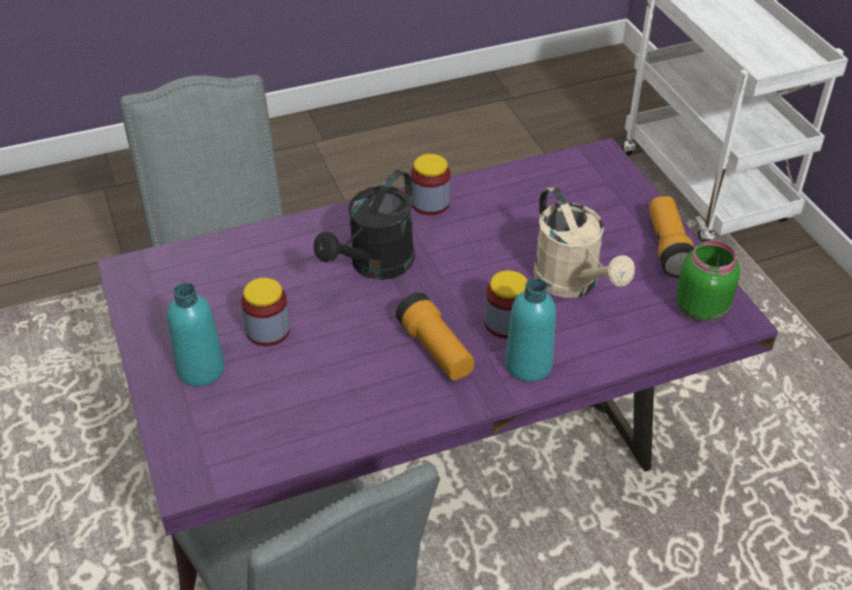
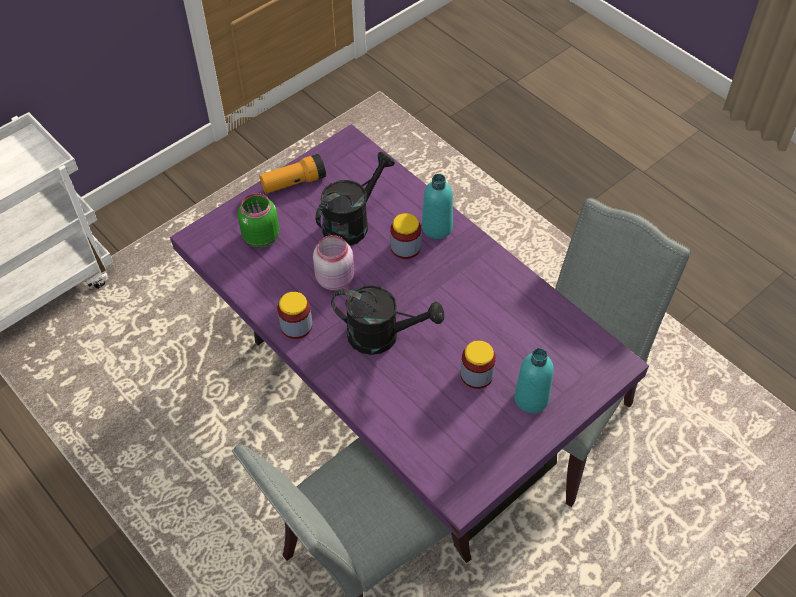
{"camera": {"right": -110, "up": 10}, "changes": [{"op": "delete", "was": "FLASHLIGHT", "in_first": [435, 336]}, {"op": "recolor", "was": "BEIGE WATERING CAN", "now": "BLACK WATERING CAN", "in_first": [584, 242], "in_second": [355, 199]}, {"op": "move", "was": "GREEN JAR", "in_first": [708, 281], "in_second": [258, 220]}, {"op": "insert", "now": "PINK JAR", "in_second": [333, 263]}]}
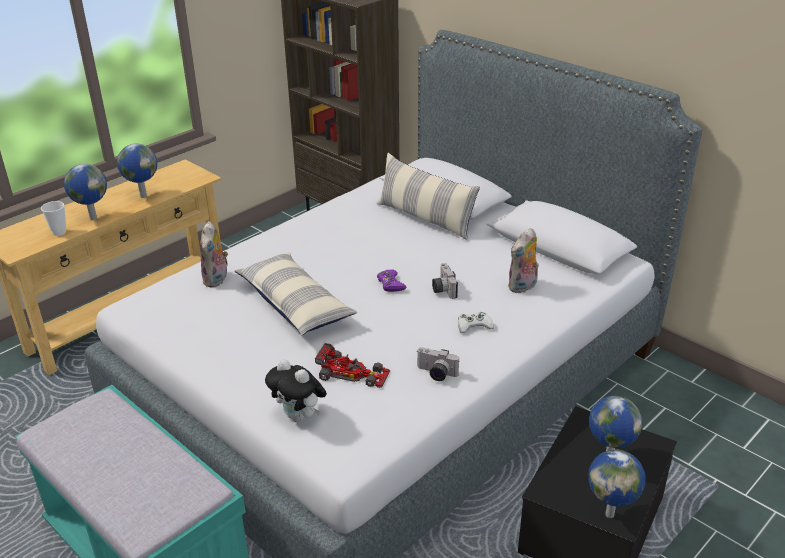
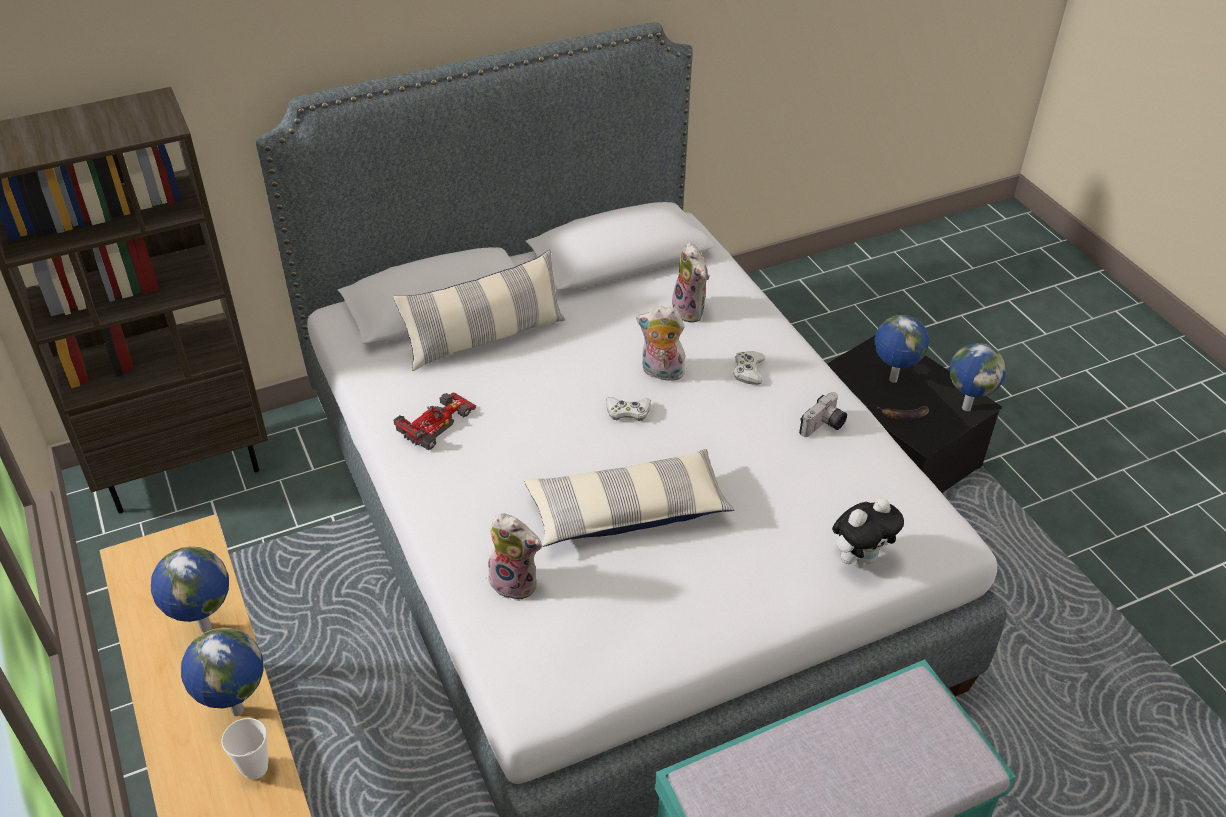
{"camera": {"right": -70, "up": 10}, "changes": [{"op": "move", "was": "TOY CAR", "in_first": [352, 365], "in_second": [435, 421]}, {"op": "recolor", "was": "PURPLE GAME CONTROLLER", "now": "WHITE GAME CONTROLLER", "in_first": [392, 281], "in_second": [628, 409]}, {"op": "replace", "was": "PHOTO CAMERA", "now": "PLUSH TOY", "in_first": [445, 281], "in_second": [662, 343]}, {"op": "insert", "now": "BANANA", "in_second": [903, 413]}]}
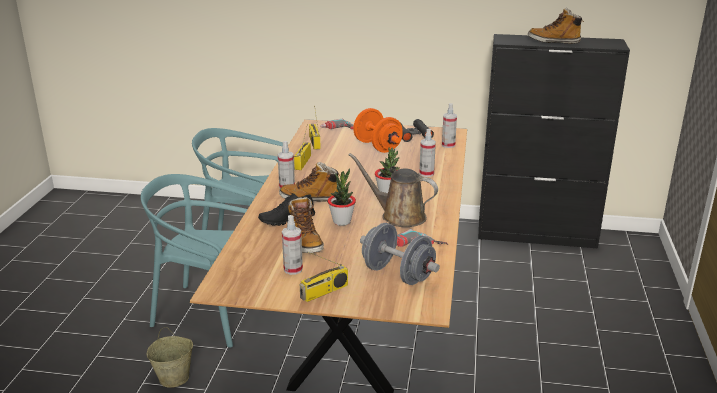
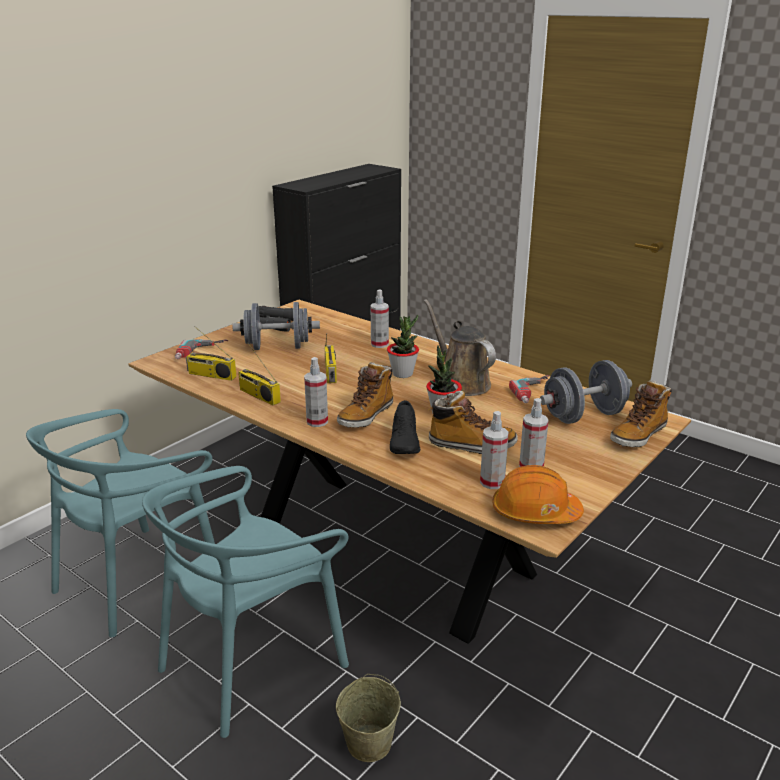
{"camera": {"right": -60, "up": 0}, "changes": [{"op": "move", "was": "RADIO", "in_first": [324, 277], "in_second": [330, 358]}, {"op": "rotate", "was": "BROWN WATERING CAN", "in_first": [393, 190], "in_second": [460, 347], "clockwise": 90}, {"op": "recolor", "was": "ORANGE DUMBBELL", "now": "GREY DUMBBELL", "in_first": [378, 130], "in_second": [276, 326]}, {"op": "move", "was": "SPRAY BOTTLE", "in_first": [449, 125], "in_second": [494, 450]}, {"op": "move", "was": "BOOT", "in_first": [556, 26], "in_second": [640, 414]}, {"op": "insert", "now": "ORANGE HARD HAT", "in_second": [538, 494]}]}
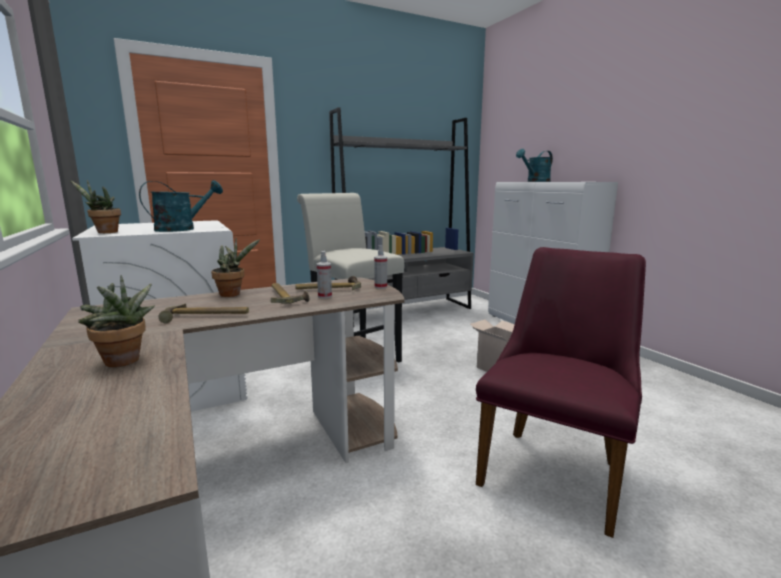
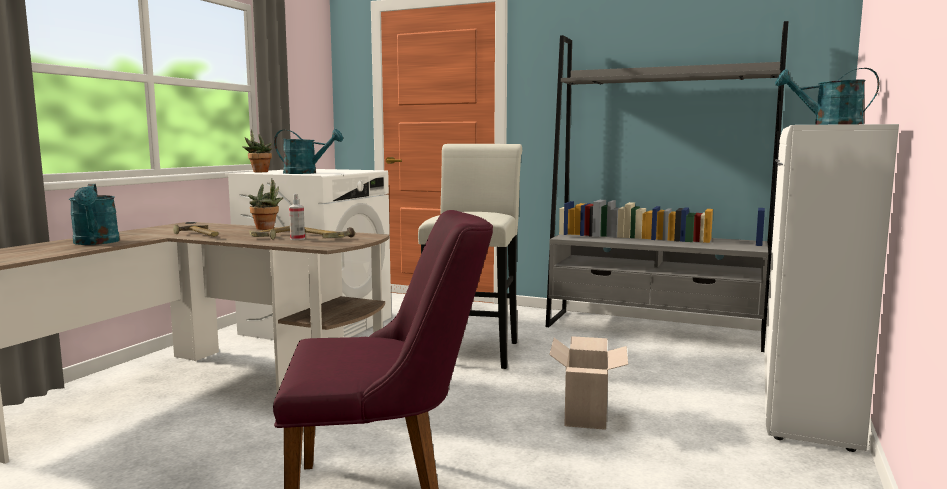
{"camera": {"right": 50, "up": -5}, "changes": [{"op": "replace", "was": "POTTED PLANT", "now": "TURQUOISE WATERING CAN", "in_first": [116, 321], "in_second": [94, 214]}, {"op": "delete", "was": "SPRAY BOTTLE", "in_first": [380, 267]}]}
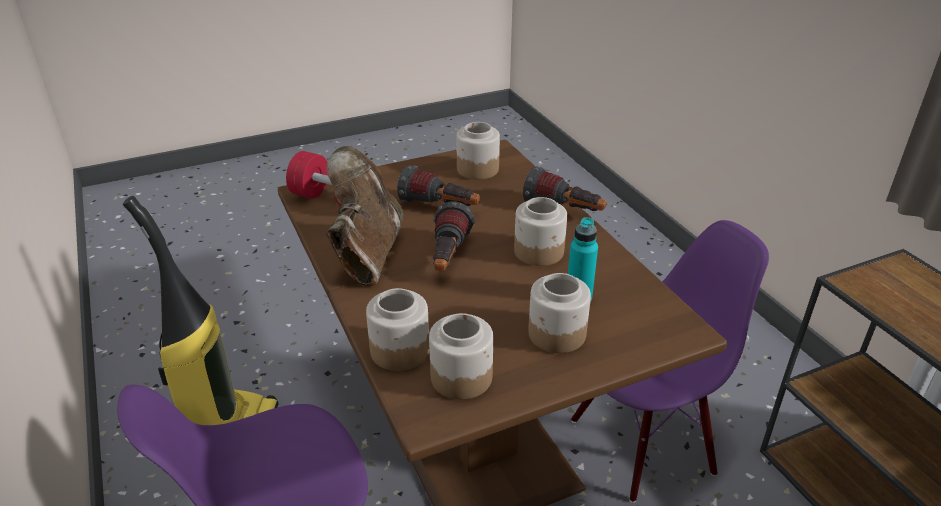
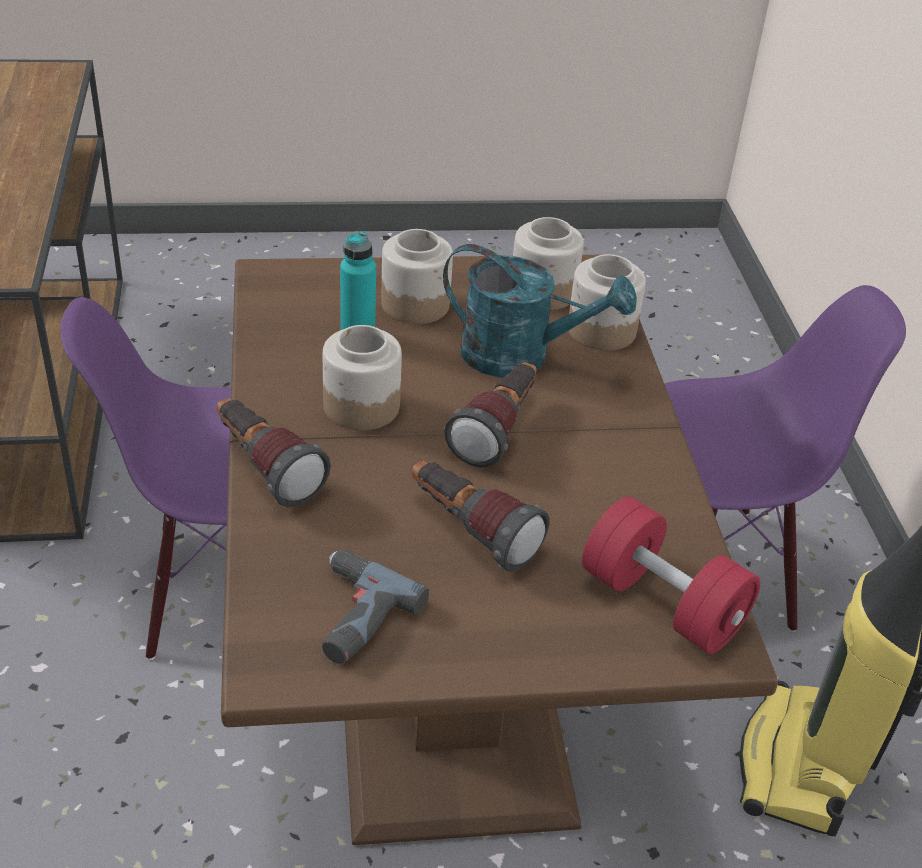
{"camera": {"right": -165, "up": 5}, "changes": [{"op": "delete", "was": "BROWN BOOT", "in_first": [364, 216]}, {"op": "replace", "was": "JAR", "now": "POWER DRILL", "in_first": [478, 151], "in_second": [375, 607]}, {"op": "insert", "now": "TURQUOISE WATERING CAN", "in_second": [540, 310]}]}
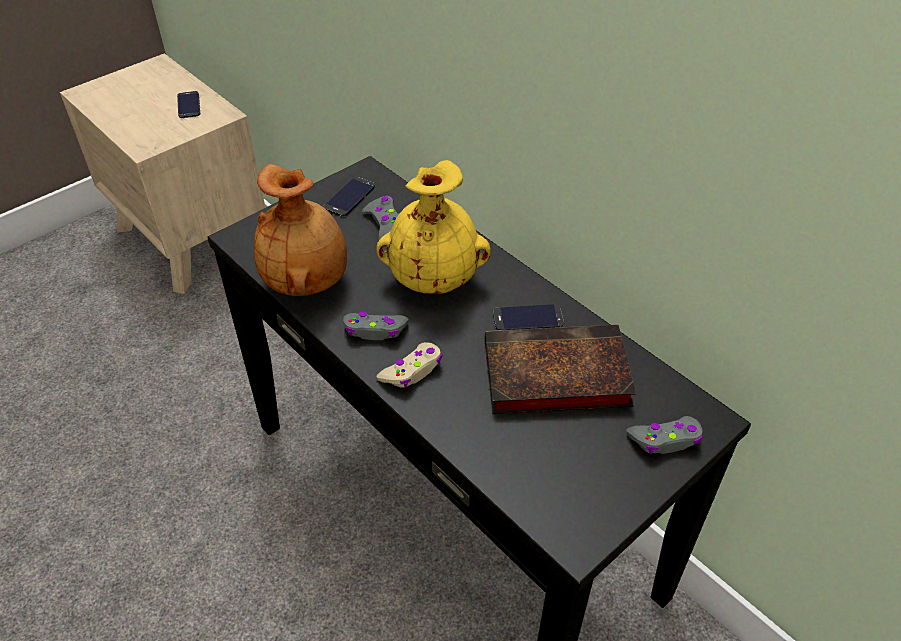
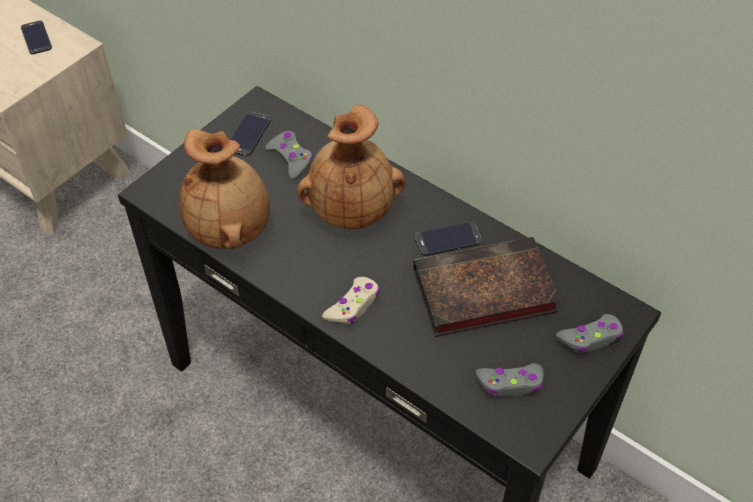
{"camera": {"right": -10, "up": 5}, "changes": [{"op": "move", "was": "GREY GAME CONTROLLER", "in_first": [375, 325], "in_second": [510, 380]}, {"op": "recolor", "was": "YELLOW VASE", "now": "BROWN VASE", "in_first": [433, 227], "in_second": [351, 166]}]}
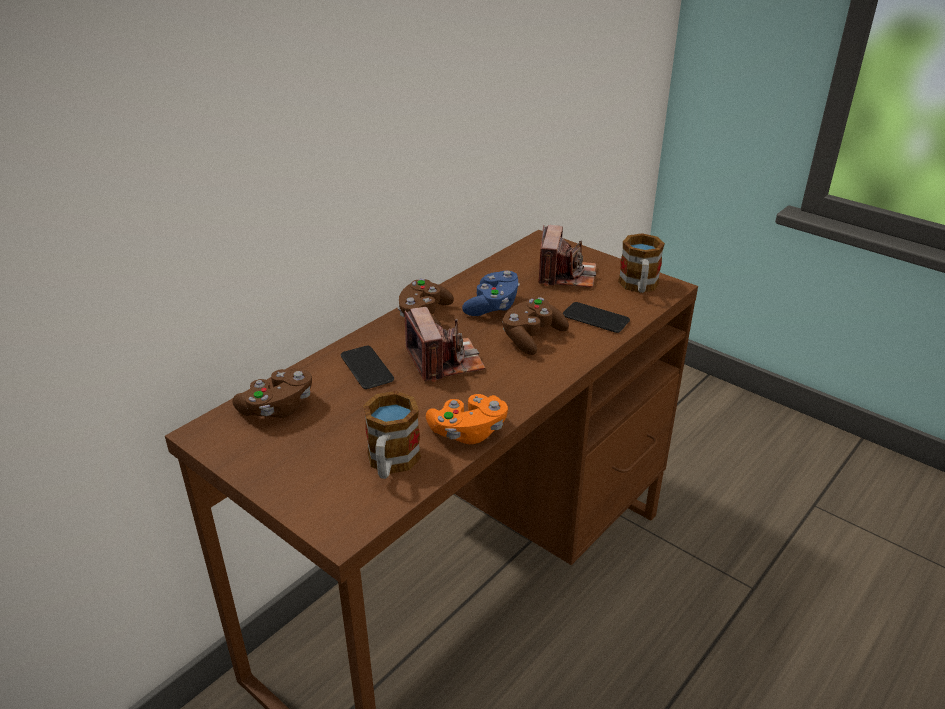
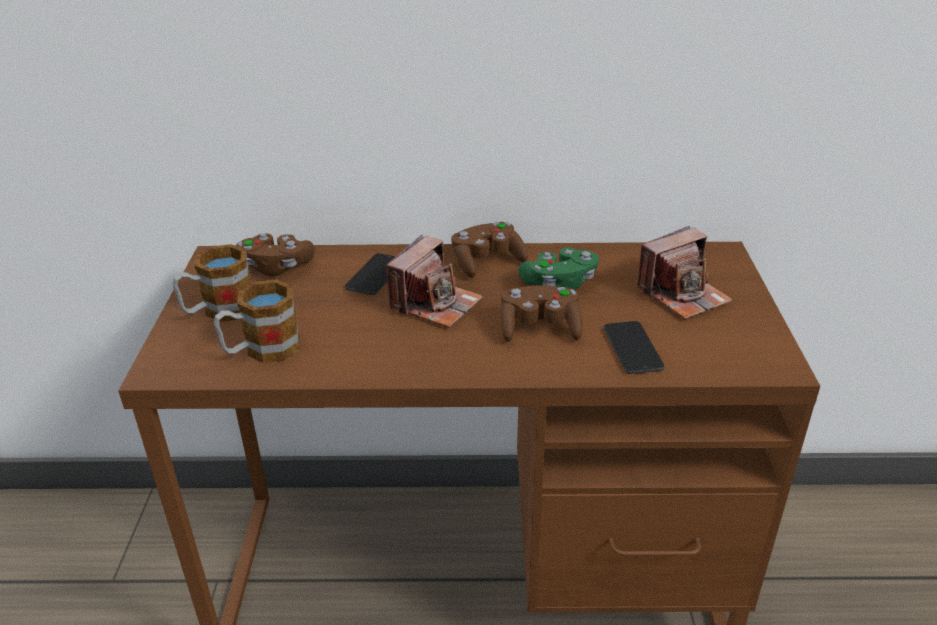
{"camera": {"right": 50, "up": 0}, "changes": [{"op": "delete", "was": "ORANGE GAME CONTROLLER", "in_first": [467, 419]}, {"op": "recolor", "was": "BLUE GAME CONTROLLER", "now": "GREEN GAME CONTROLLER", "in_first": [491, 293], "in_second": [558, 268]}, {"op": "move", "was": "MUG", "in_first": [641, 263], "in_second": [212, 283]}]}
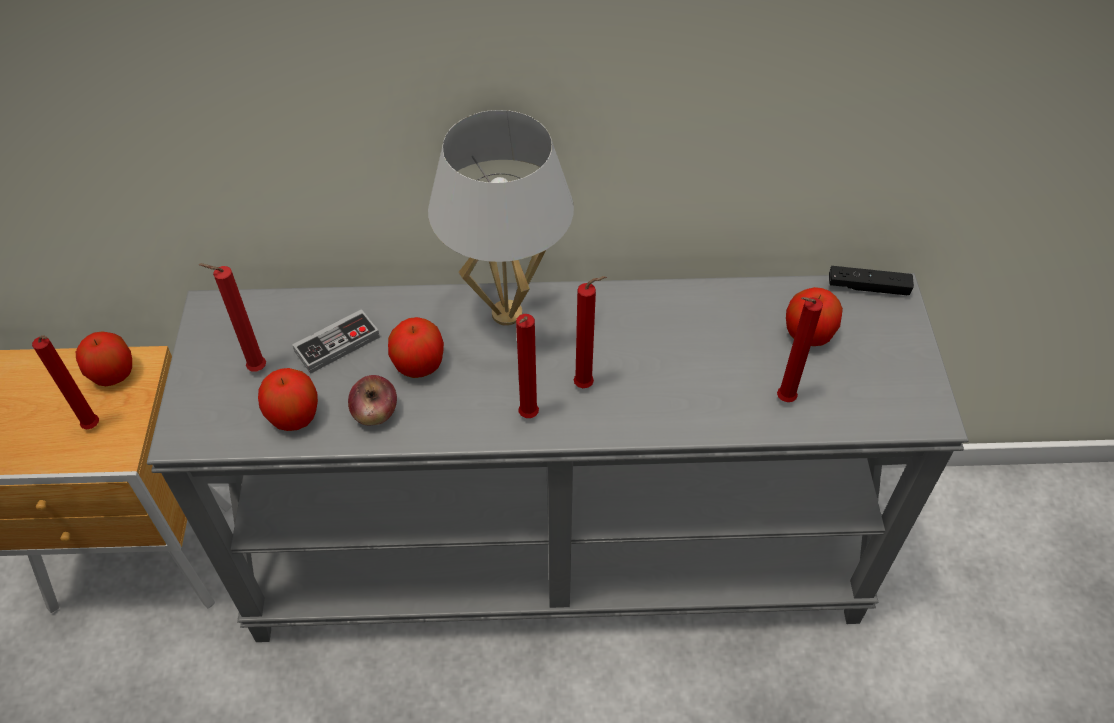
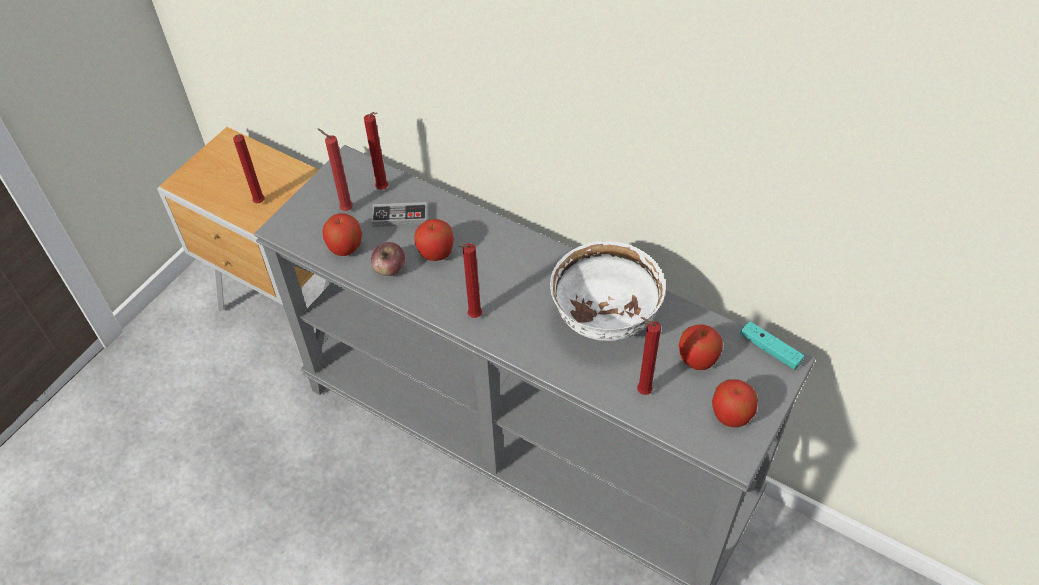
{"camera": {"right": 35, "up": 0}, "changes": [{"op": "move", "was": "APPLE", "in_first": [104, 358], "in_second": [735, 403]}, {"op": "delete", "was": "WHITE TABLE LAMP", "in_first": [501, 218]}, {"op": "move", "was": "RED CANDLE", "in_first": [590, 332], "in_second": [376, 151]}, {"op": "recolor", "was": "BLACK GAME CONTROLLER", "now": "TURQUOISE GAME CONTROLLER", "in_first": [871, 280], "in_second": [772, 345]}, {"op": "insert", "now": "WHITE BOWL", "in_second": [608, 291]}]}
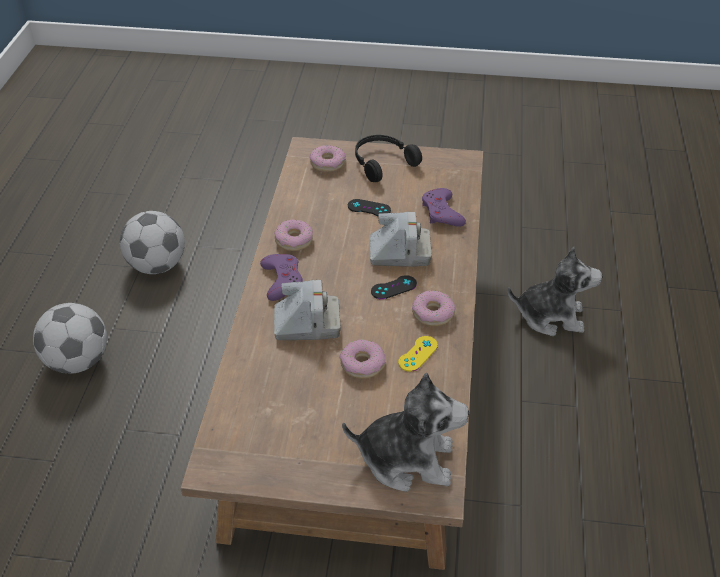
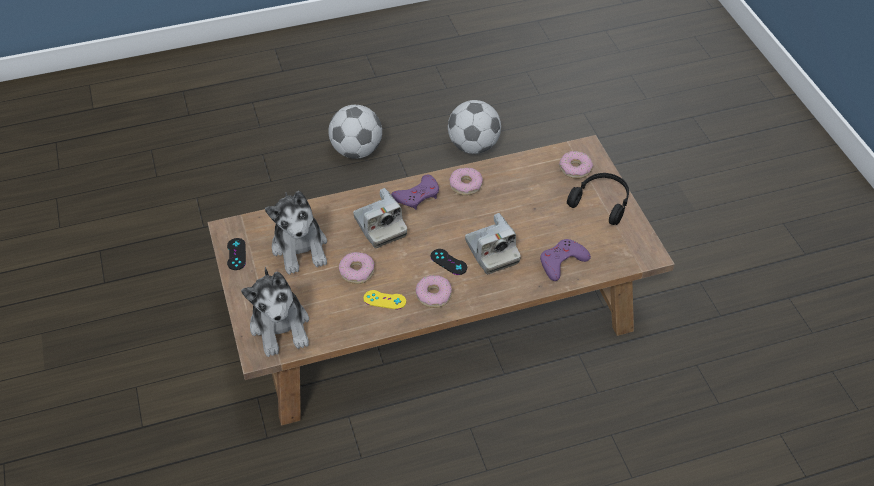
{"camera": {"right": 65, "up": 5}, "changes": [{"op": "move", "was": "BLACK GAME CONTROLLER", "in_first": [369, 208], "in_second": [236, 254]}, {"op": "move", "was": "PLUSH TOY", "in_first": [555, 291], "in_second": [296, 232]}]}
